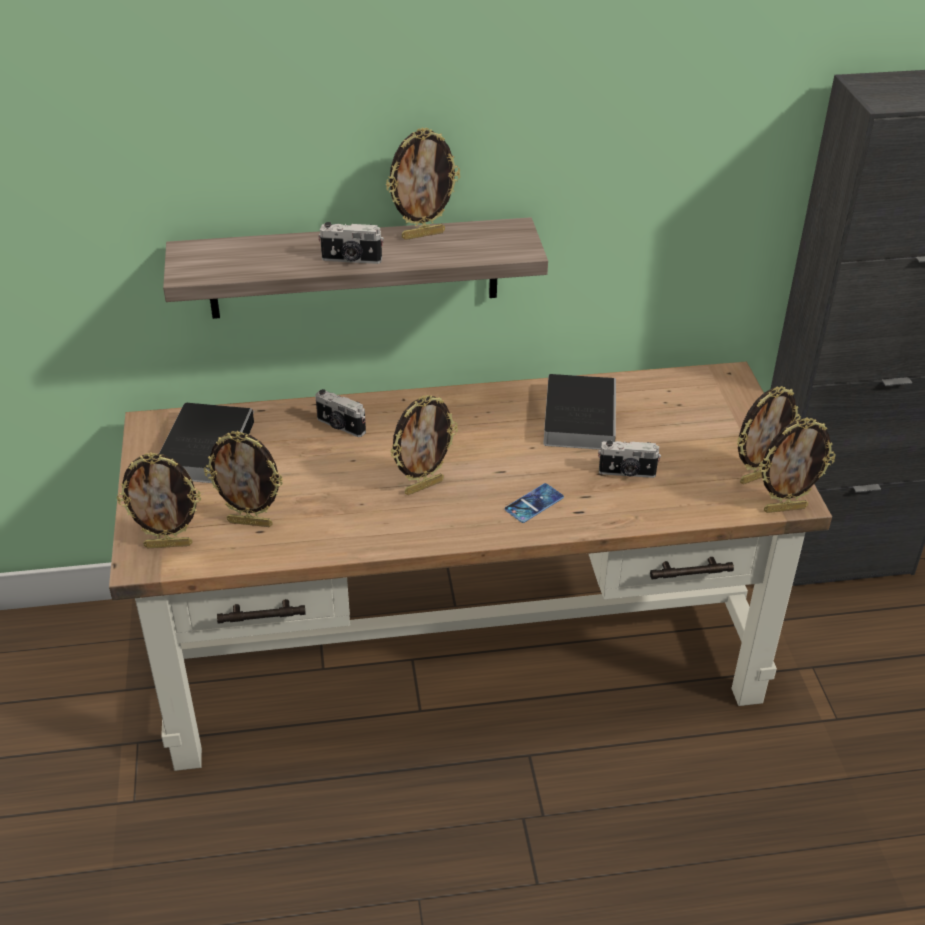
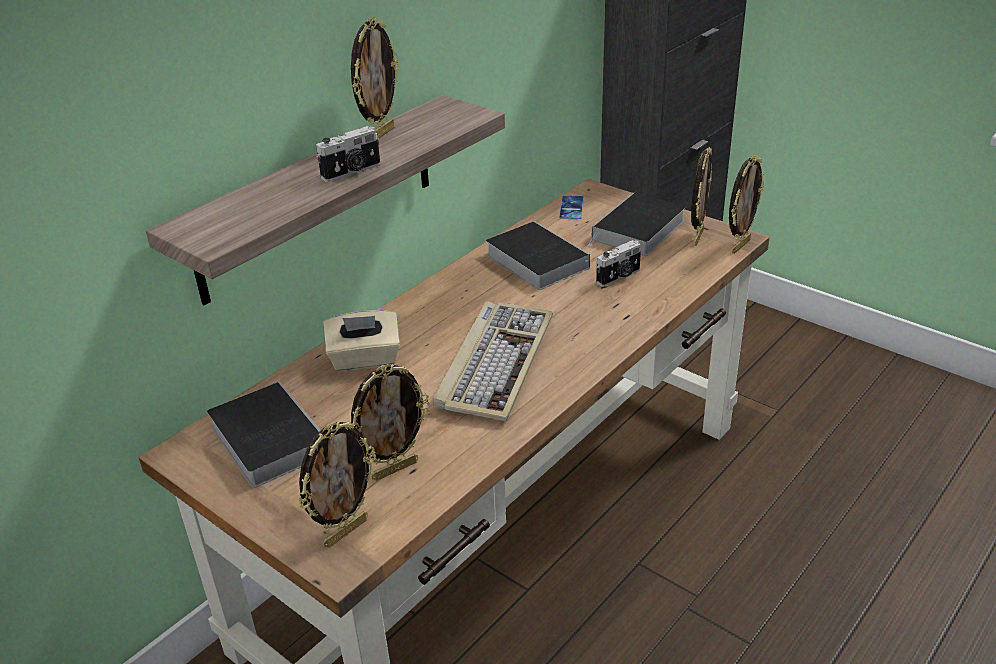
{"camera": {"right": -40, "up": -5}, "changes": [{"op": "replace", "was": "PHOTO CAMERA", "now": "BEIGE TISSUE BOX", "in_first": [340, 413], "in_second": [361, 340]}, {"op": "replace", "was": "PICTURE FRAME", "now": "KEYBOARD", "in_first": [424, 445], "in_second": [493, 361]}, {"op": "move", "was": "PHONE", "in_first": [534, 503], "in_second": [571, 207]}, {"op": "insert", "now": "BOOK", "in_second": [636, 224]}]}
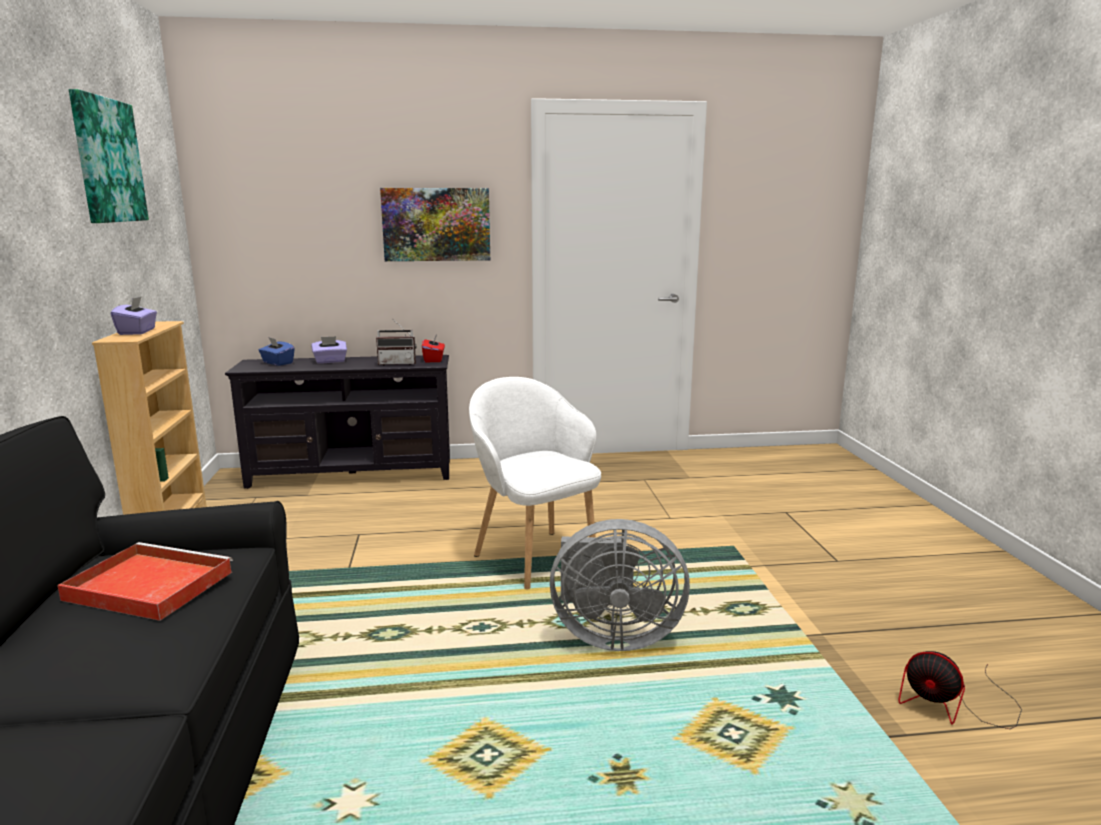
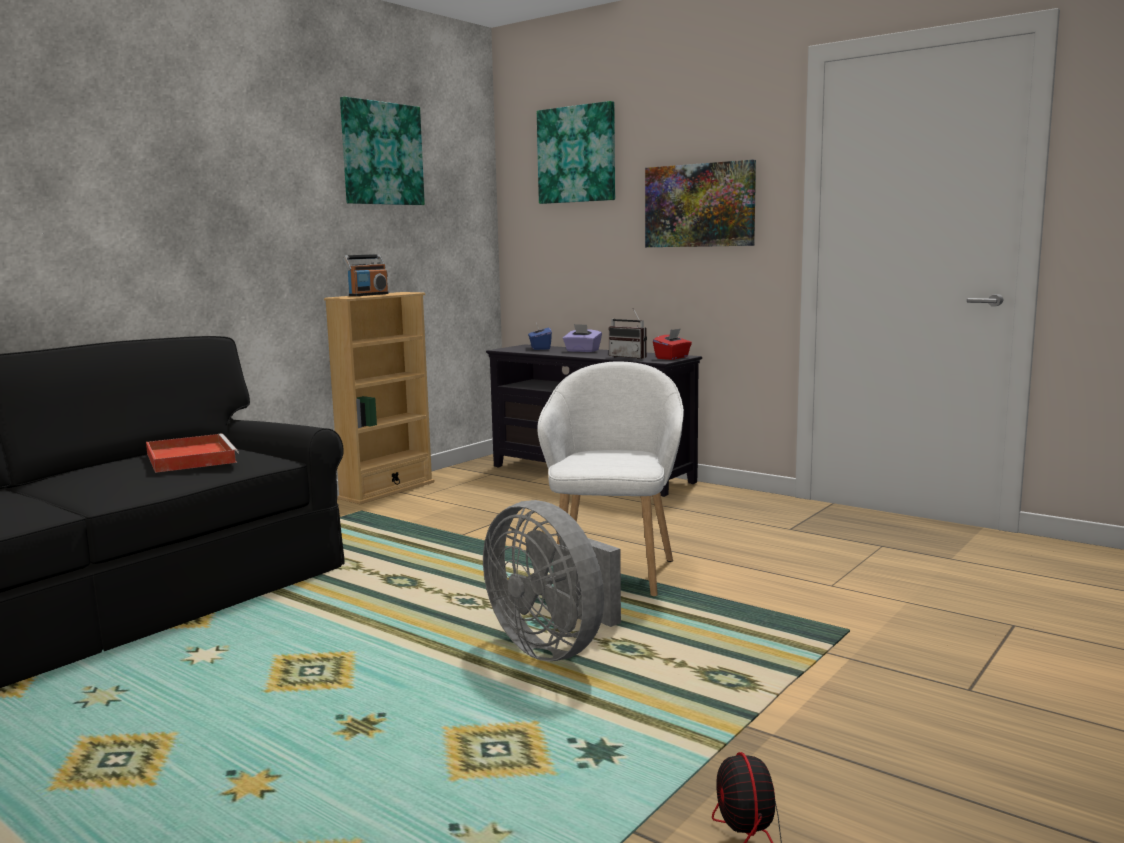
{"camera": {"right": 45, "up": -5}, "changes": [{"op": "replace", "was": "PURPLE TISSUE BOX", "now": "RADIO", "in_first": [134, 315], "in_second": [366, 275]}, {"op": "insert", "now": "PICTURE", "in_second": [576, 152]}]}
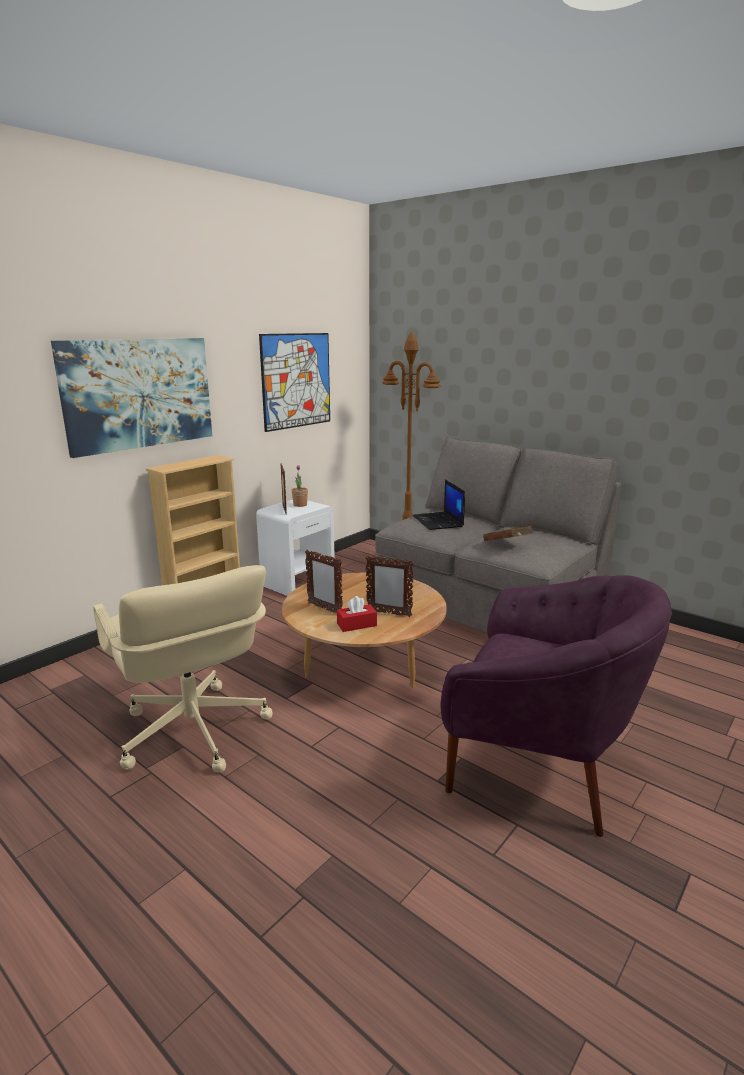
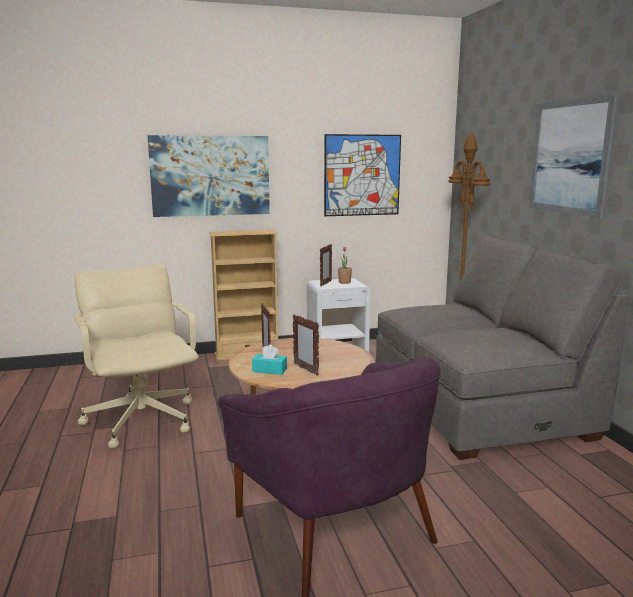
{"camera": {"right": 35, "up": -5}, "changes": [{"op": "rotate", "was": "BEIGE OFFICE CHAIR", "in_first": [183, 669], "in_second": [136, 357], "clockwise": 150}, {"op": "recolor", "was": "RED TISSUE BOX", "now": "TURQUOISE TISSUE BOX", "in_first": [357, 614], "in_second": [269, 360]}, {"op": "delete", "was": "LAPTOP", "in_first": [439, 505]}, {"op": "delete", "was": "BROWN BOOK", "in_first": [508, 533]}, {"op": "insert", "now": "PICTURE", "in_second": [573, 156]}]}
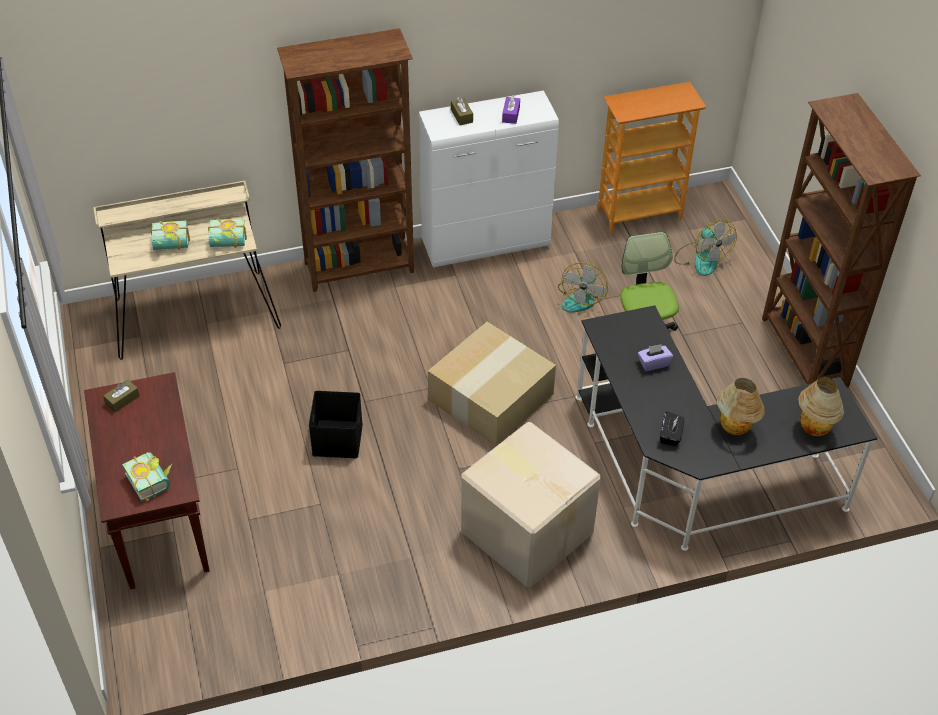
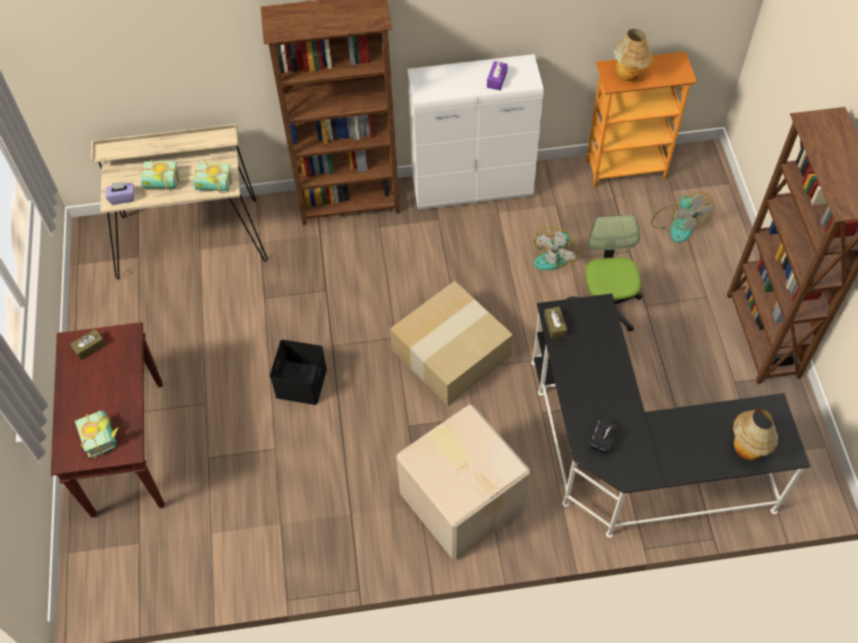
{"camera": {"right": 10, "up": 10}, "changes": [{"op": "move", "was": "BROWN TISSUE BOX", "in_first": [462, 111], "in_second": [555, 323]}, {"op": "move", "was": "PURPLE TISSUE BOX", "in_first": [655, 357], "in_second": [119, 193]}, {"op": "move", "was": "TABLE LAMP", "in_first": [741, 406], "in_second": [633, 55]}]}
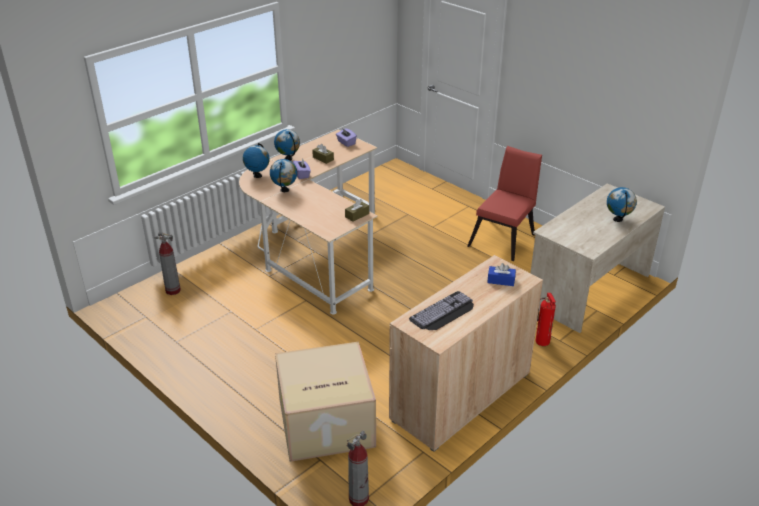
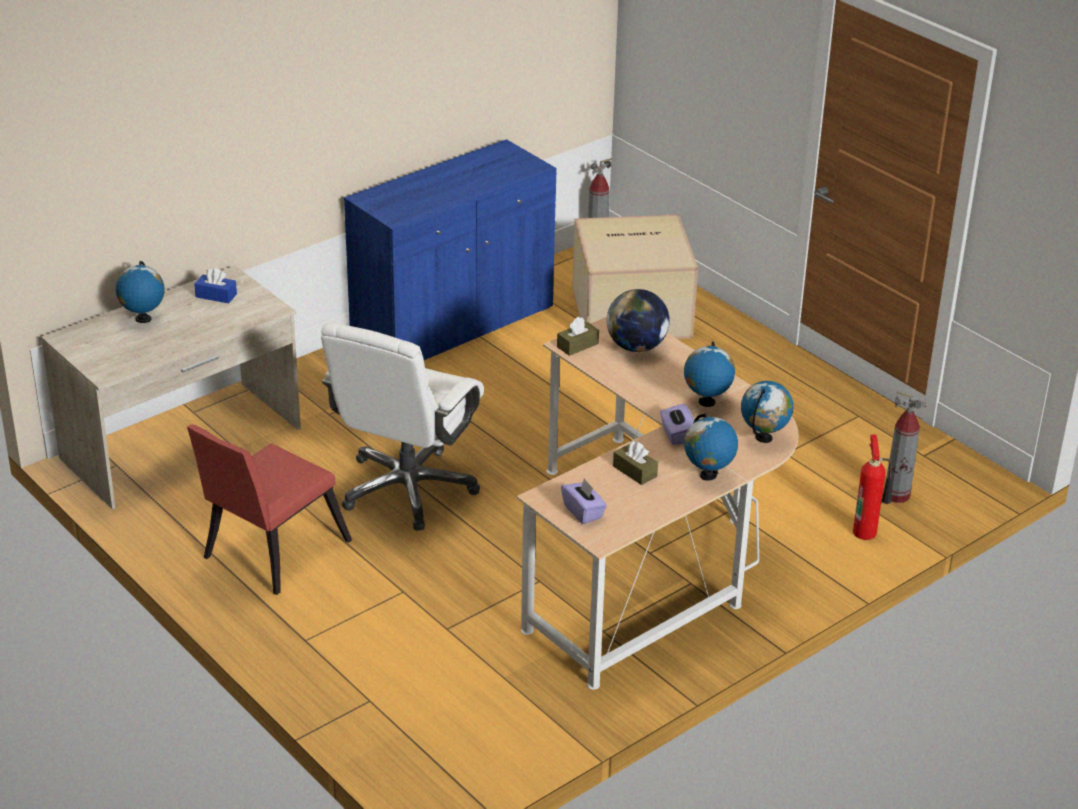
{"camera": {"right": -175, "up": 0}, "changes": [{"op": "recolor", "was": "BEIGE CABINET", "now": "BLUE CABINET", "in_first": [466, 353], "in_second": [450, 249]}, {"op": "delete", "was": "KEYBOARD", "in_first": [441, 310]}, {"op": "move", "was": "BLUE TISSUE BOX", "in_first": [501, 274], "in_second": [215, 285]}, {"op": "move", "was": "FIRE EXTINGUISHER", "in_first": [546, 319], "in_second": [872, 487]}, {"op": "insert", "now": "WHITE OFFICE CHAIR", "in_second": [402, 427]}, {"op": "insert", "now": "GLOBE", "in_second": [638, 320]}]}
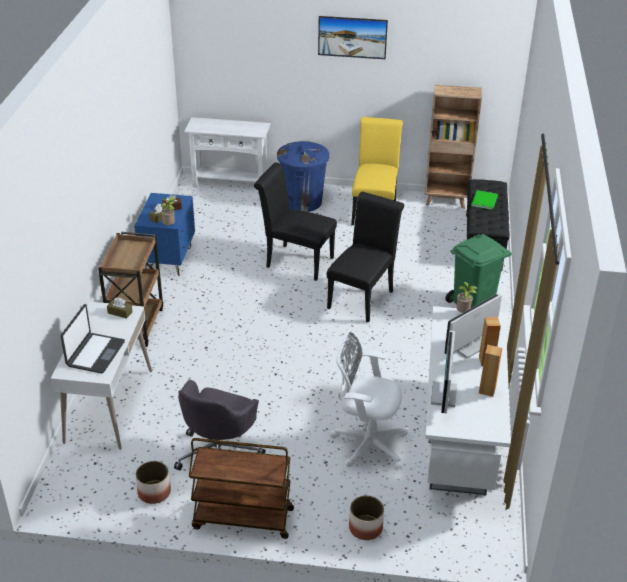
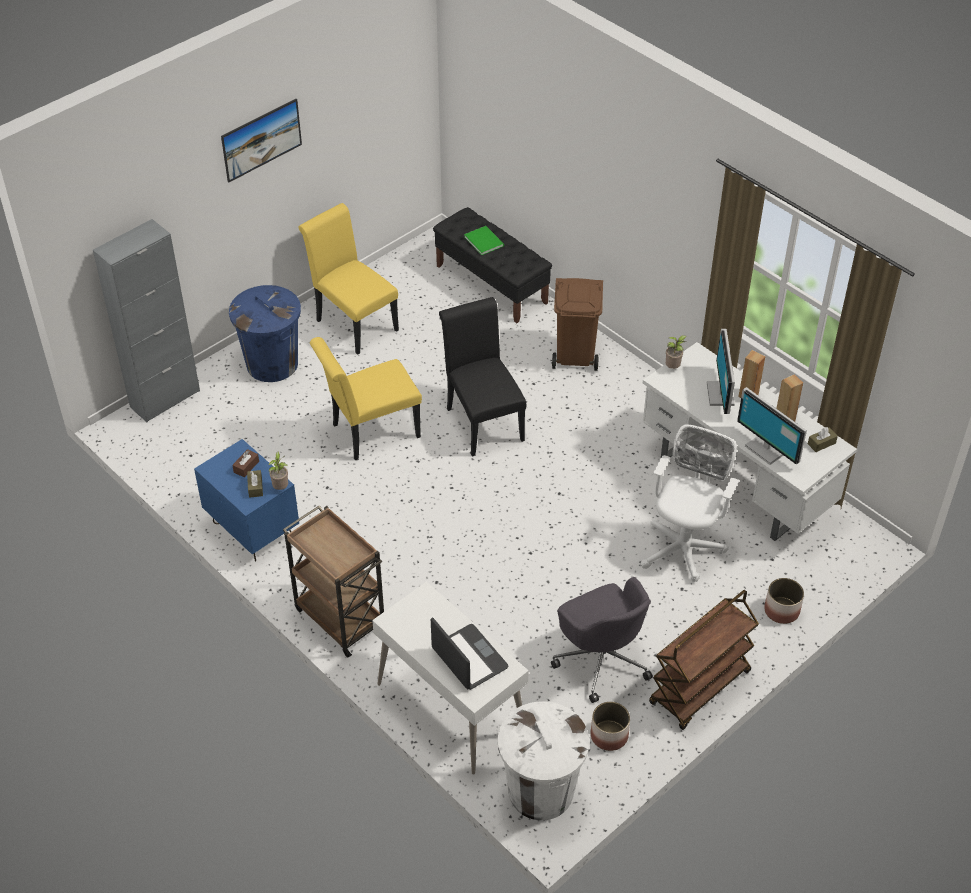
{"camera": {"right": -50, "up": 10}, "changes": [{"op": "move", "was": "BROWN TISSUE BOX", "in_first": [120, 308], "in_second": [823, 439]}, {"op": "replace", "was": "WHITE CONSOLE TABLE", "now": "GREY CABINET", "in_first": [227, 152], "in_second": [146, 320]}, {"op": "recolor", "was": "BLACK CHAIR", "now": "YELLOW CHAIR", "in_first": [295, 221], "in_second": [366, 398]}, {"op": "rotate", "was": "WHITE OFFICE CHAIR", "in_first": [369, 400], "in_second": [690, 503], "clockwise": 150}, {"op": "delete", "was": "BROWN BOOKCASE", "in_first": [453, 147]}, {"op": "recolor", "was": "GREEN TRASH CAN", "now": "BROWN TRASH CAN", "in_first": [478, 271], "in_second": [577, 324]}, {"op": "insert", "now": "WHITE TRASH CAN", "in_second": [543, 760]}]}
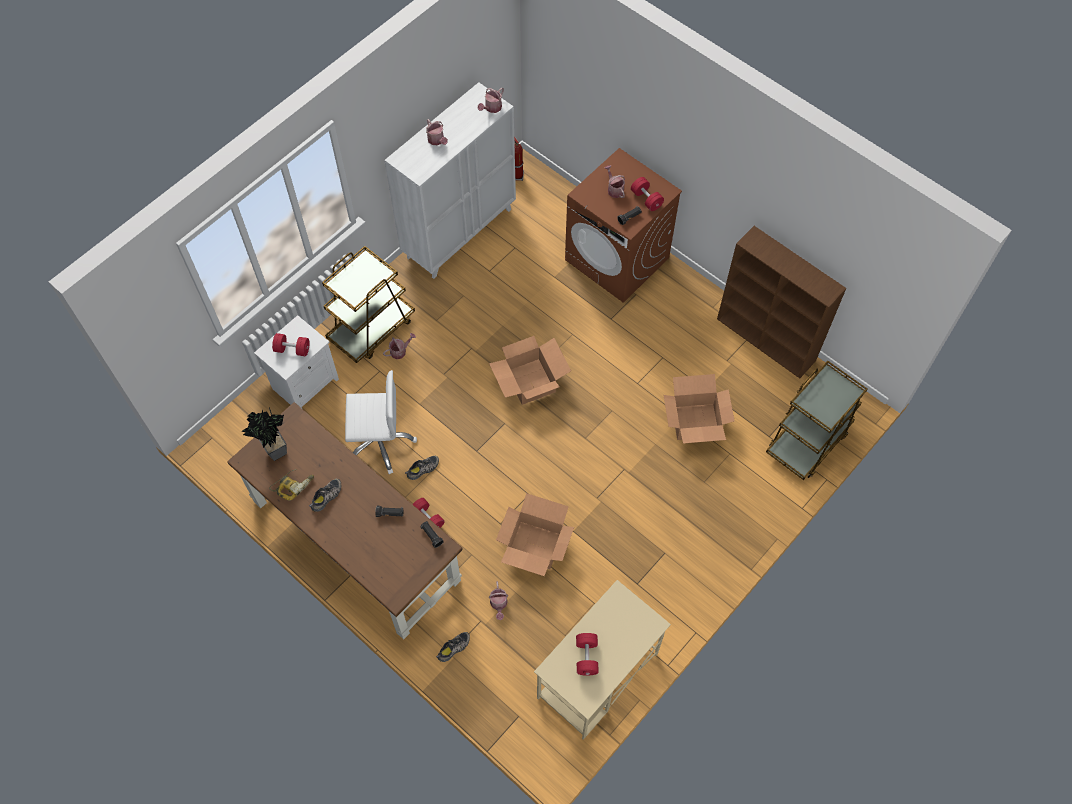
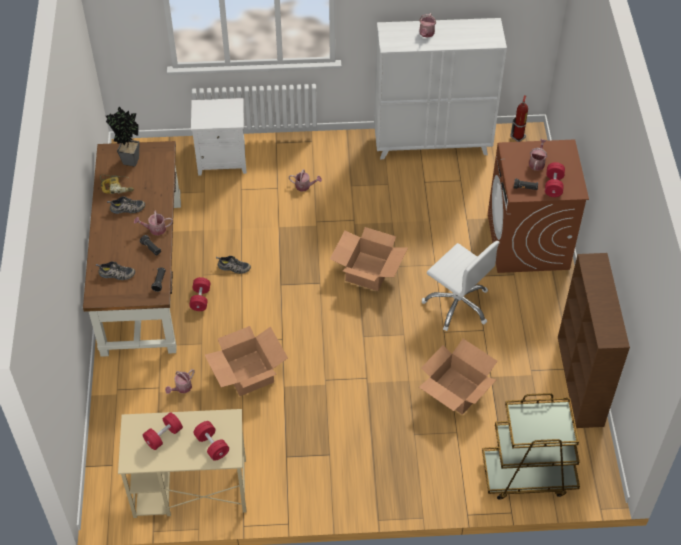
{"camera": {"right": 45, "up": -10}, "changes": [{"op": "move", "was": "RED DUMBBELL", "in_first": [291, 344], "in_second": [211, 441]}, {"op": "delete", "was": "BROWN CART", "in_first": [368, 304]}, {"op": "move", "was": "WHITE OFFICE CHAIR", "in_first": [381, 422], "in_second": [460, 286]}, {"op": "move", "was": "SHOE", "in_first": [453, 647], "in_second": [115, 270]}, {"op": "move", "was": "WATERING CAN", "in_first": [491, 100], "in_second": [153, 223]}]}
